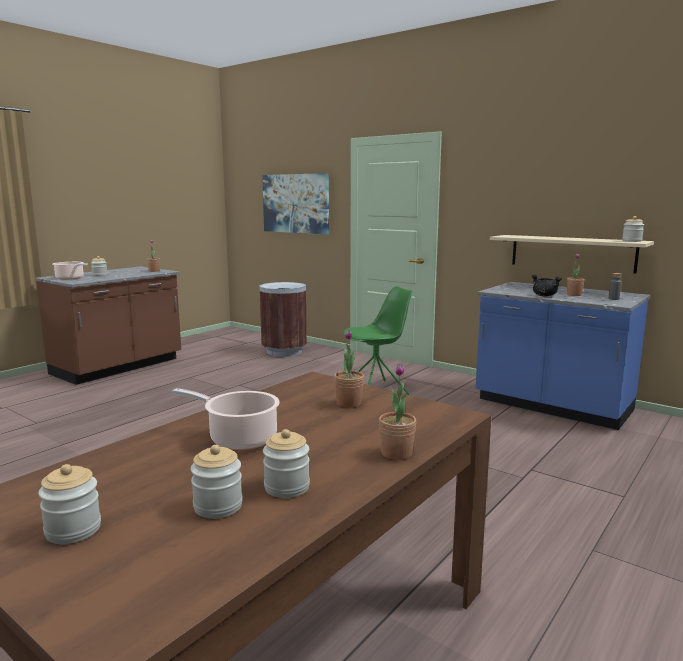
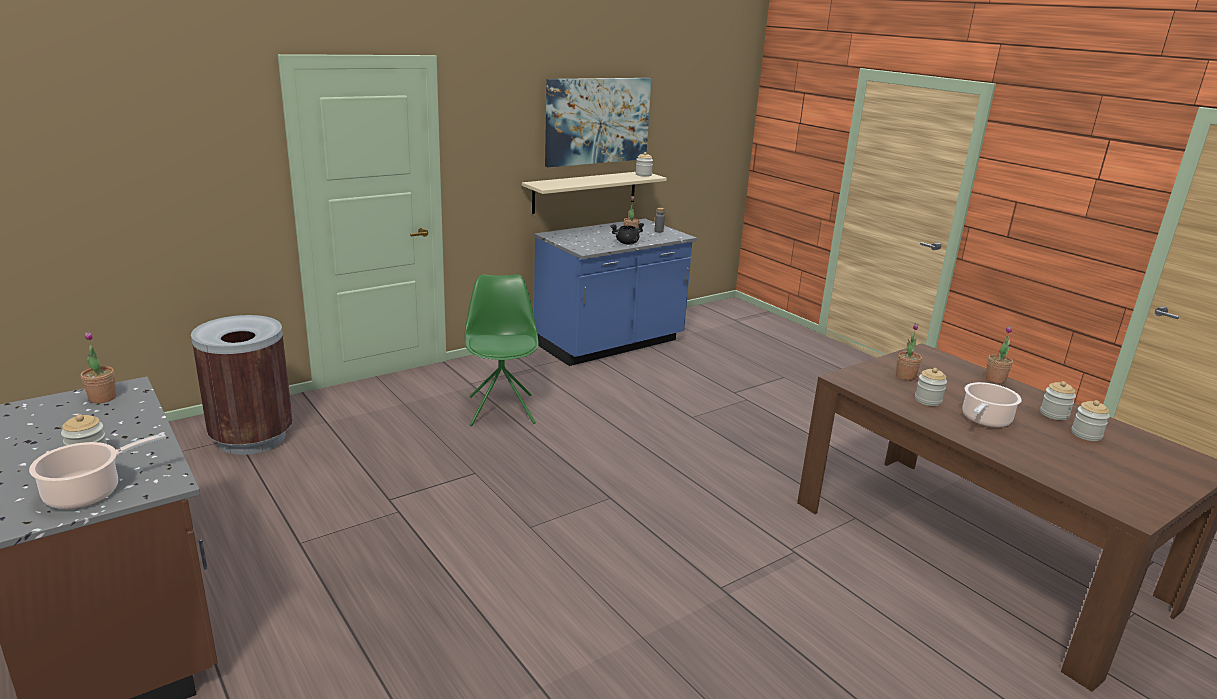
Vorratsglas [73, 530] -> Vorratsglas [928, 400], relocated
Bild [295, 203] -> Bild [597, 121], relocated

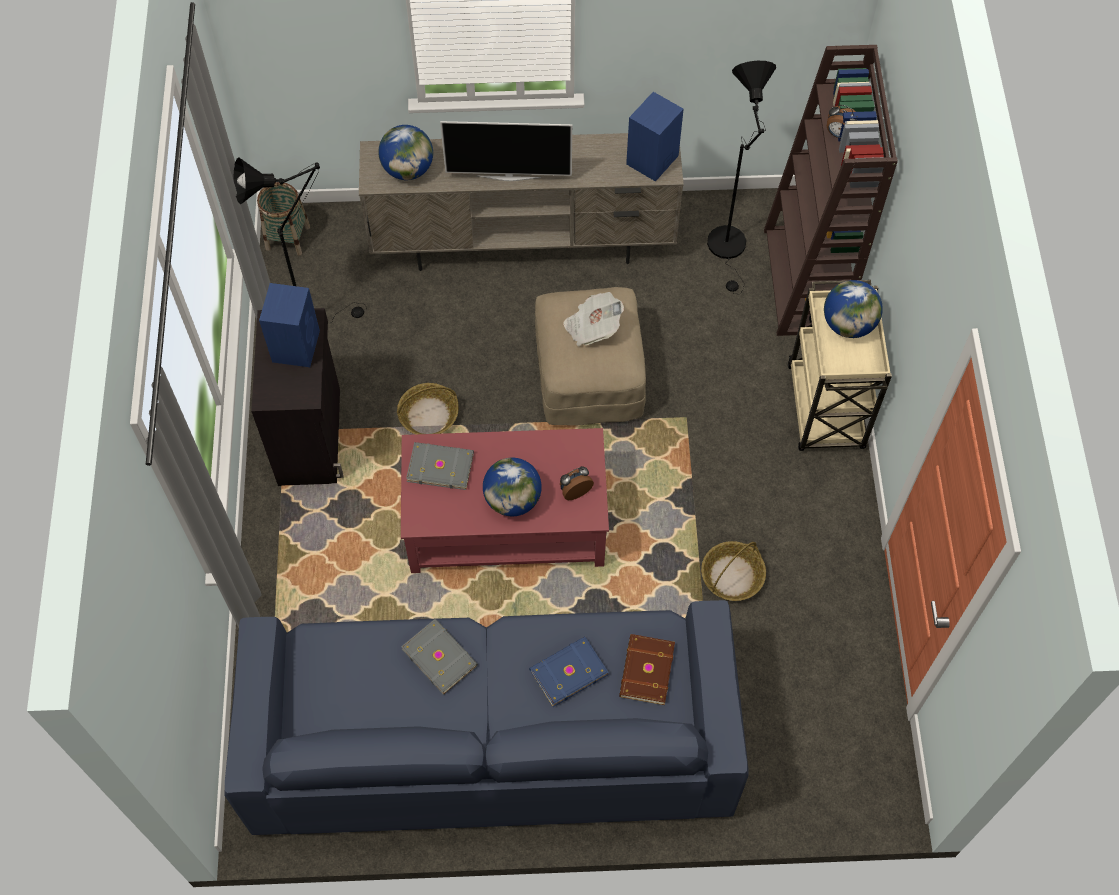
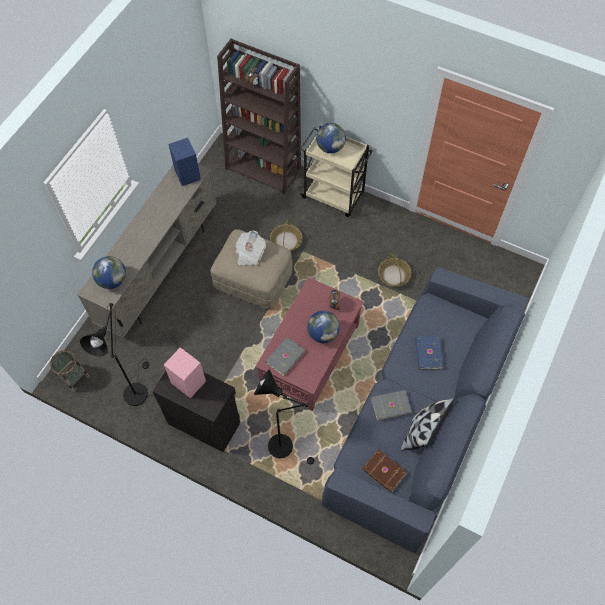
Lautsprecher [blau] [296, 345] -> Lautsprecher [rosa] [187, 381]
Korb [429, 415] -> Korb [286, 241], relocated
Fernseher [509, 176] -> none
Buch [braun] [645, 671] -> Buch [braun] [383, 472], relocated
Stehlampe [schwarz] [729, 249] -> Stehlampe [schwarz] [285, 447], relocated
none -> Kissen [422, 432]

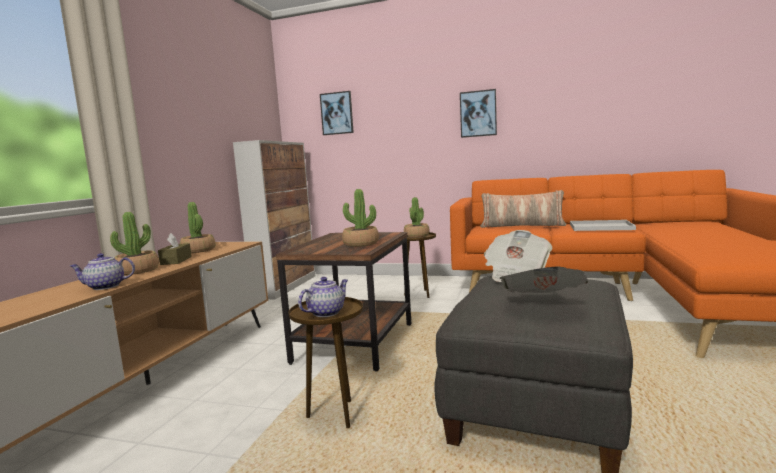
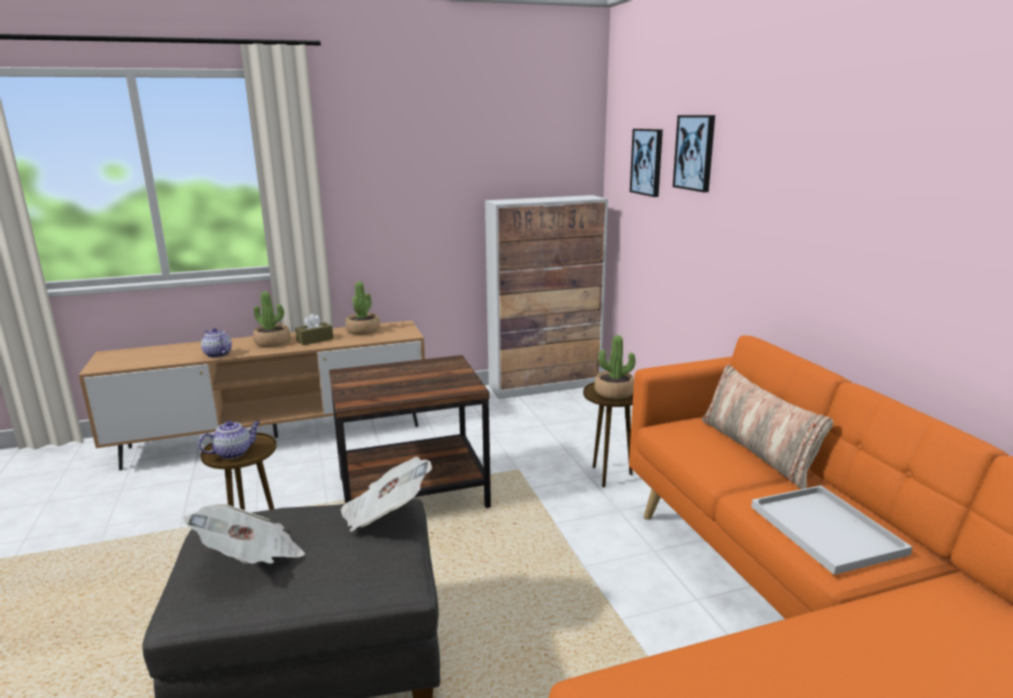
Teekanne [326, 312] -> Teekanne [234, 453], 45 degrees counterclockwise
Topfpflanze [361, 244] -> none
Bild [478, 113] -> Bild [695, 152], relocated

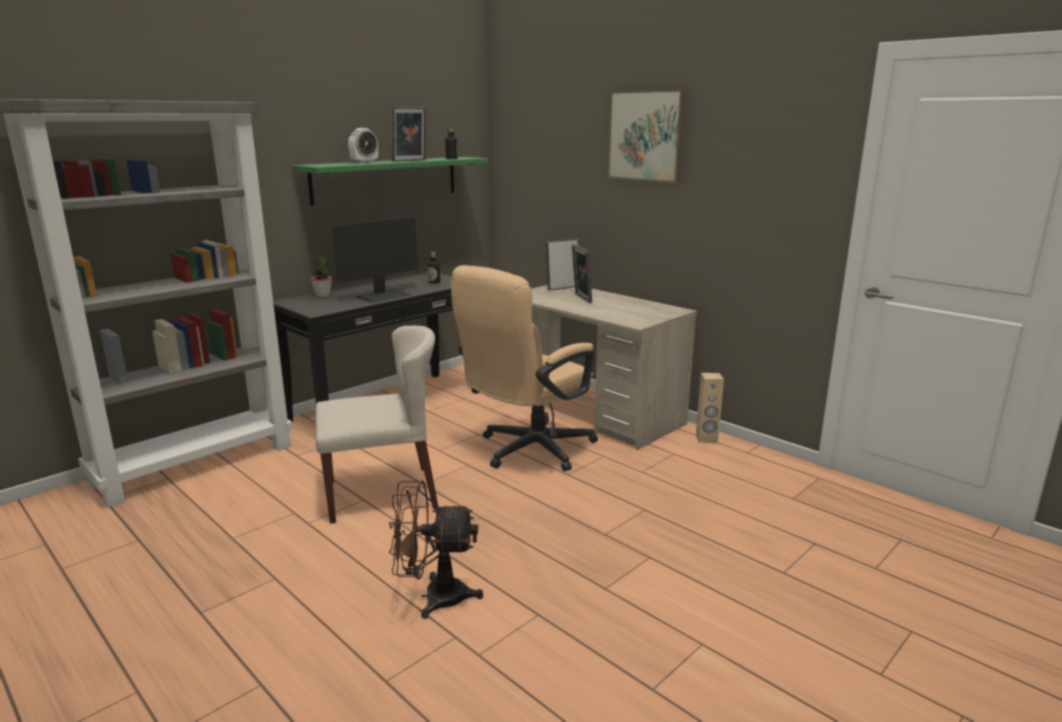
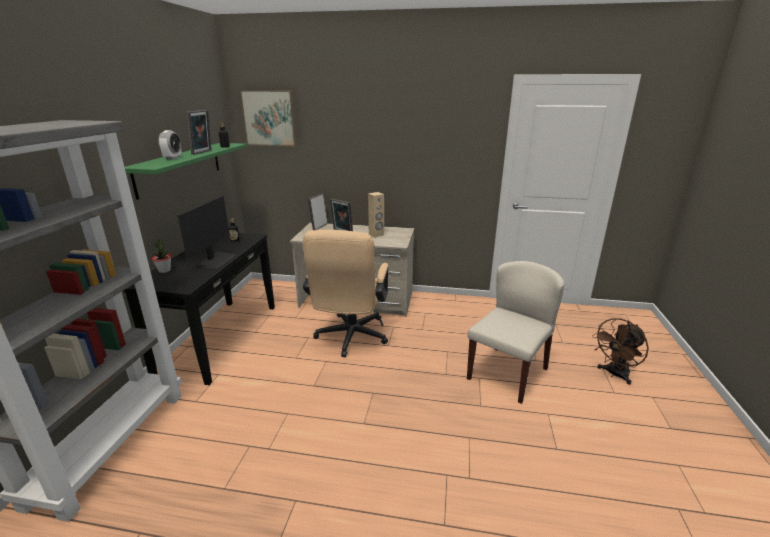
Stuhl [beige] [382, 493] -> Stuhl [beige] [507, 373], relocated
Ventilator [braun] [433, 597] -> Ventilator [braun] [614, 374], relocated
Bild [646, 136] -> Bild [269, 118], relocated
Lautsprecher [beige] [706, 439] -> Lautsprecher [beige] [376, 235], relocated

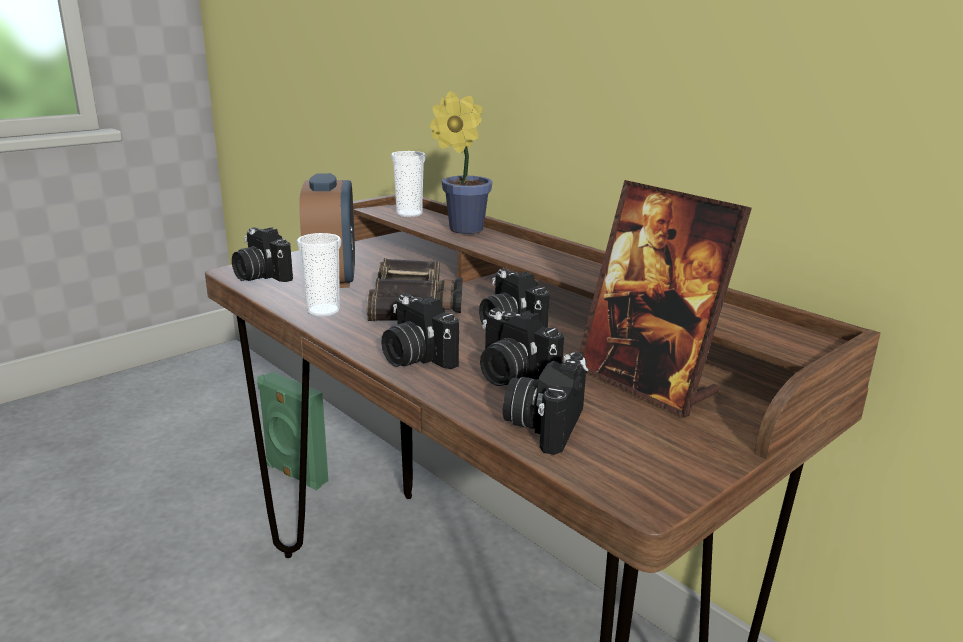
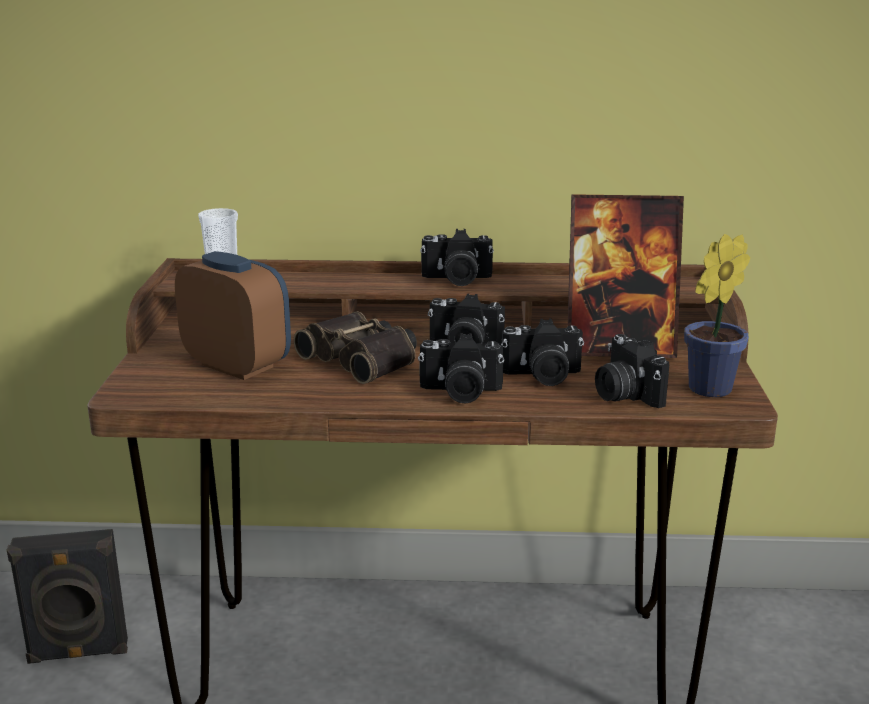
Kamera [260, 275] -> Kamera [456, 280], relocated
Lautsprecher [grün] [295, 474] -> Lautsprecher [schwarz] [78, 653]
Tasse [323, 311] -> none
Topfpflanze [461, 229] -> Topfpflanze [705, 390], relocated

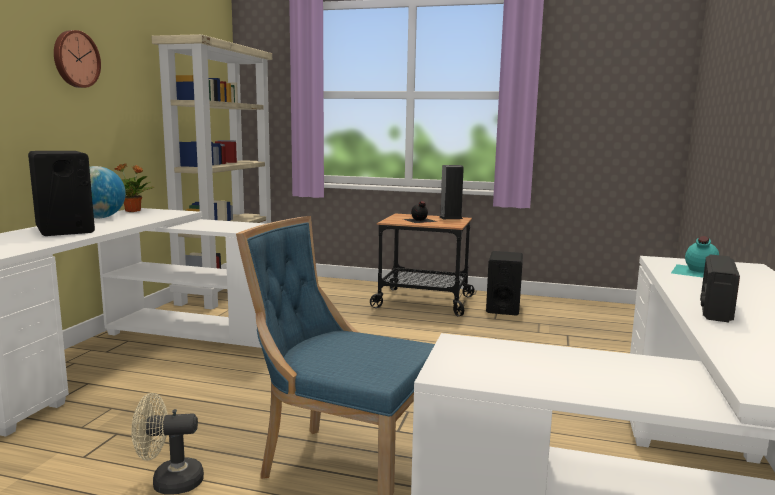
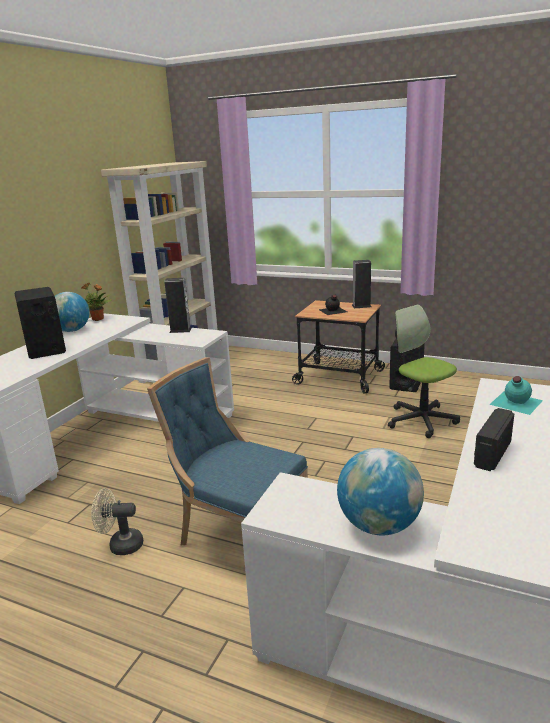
Wanduhr [75, 59] -> none
none -> Lautsprecher [180, 330]
none -> Globus [379, 525]
none -> Bürostuhl [421, 420]

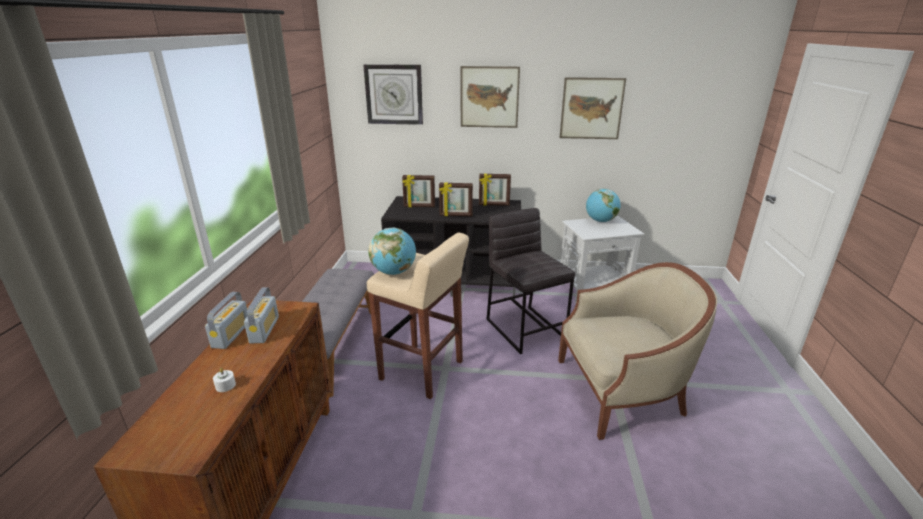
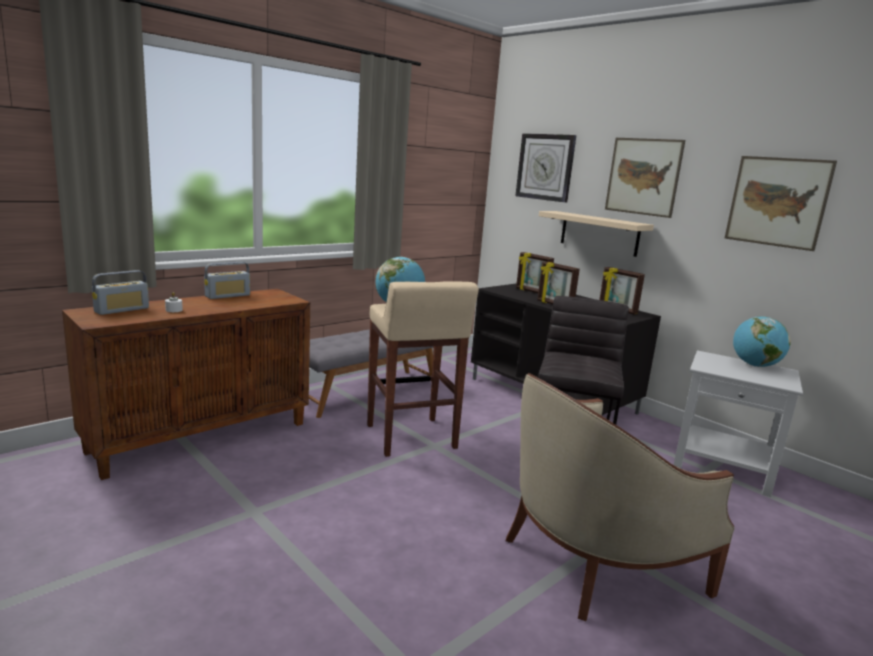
Radio [264, 330] -> Radio [122, 310], relocated
Sessel [beige] [621, 392] -> Sessel [beige] [595, 559], 120 degrees clockwise
none -> Wandregal [beige] [599, 233]

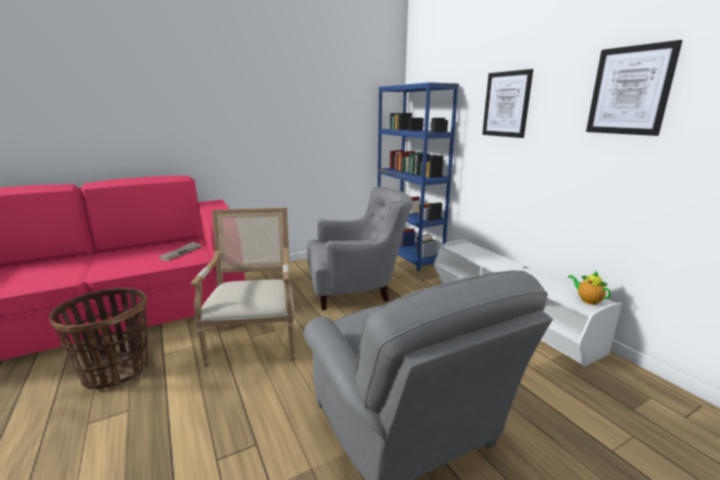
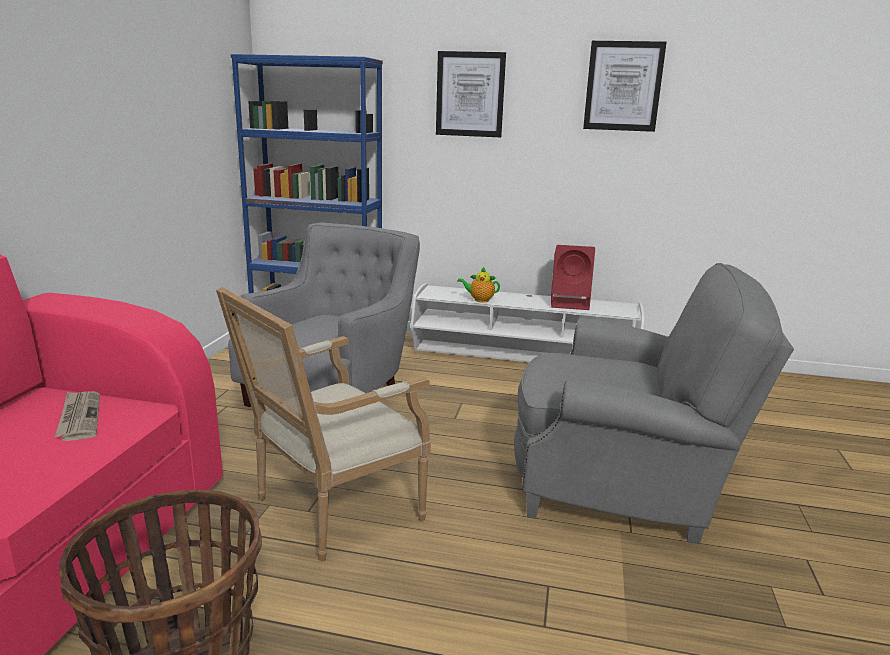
Sessel [256, 341] -> Sessel [330, 510], 75 degrees counterclockwise
Teekanne [587, 300] -> Teekanne [479, 300], relocated
none -> Lautsprecher [rot] [570, 303]

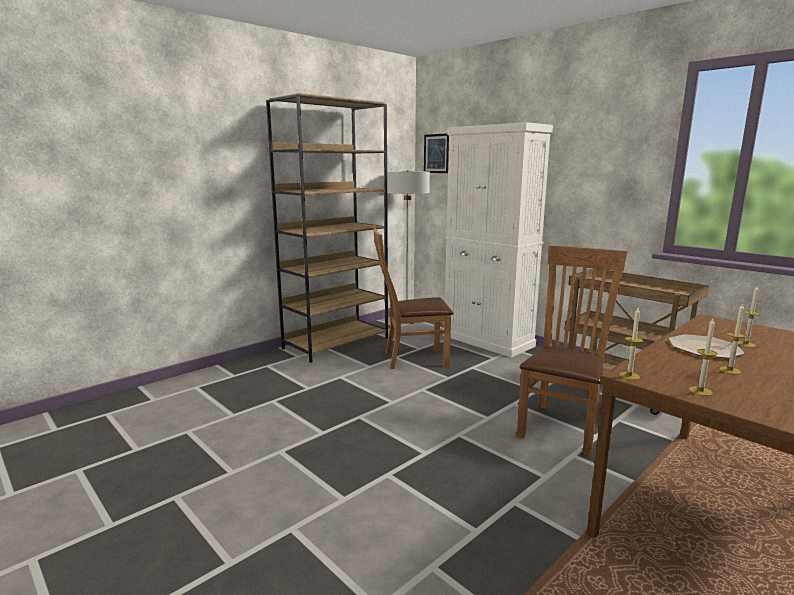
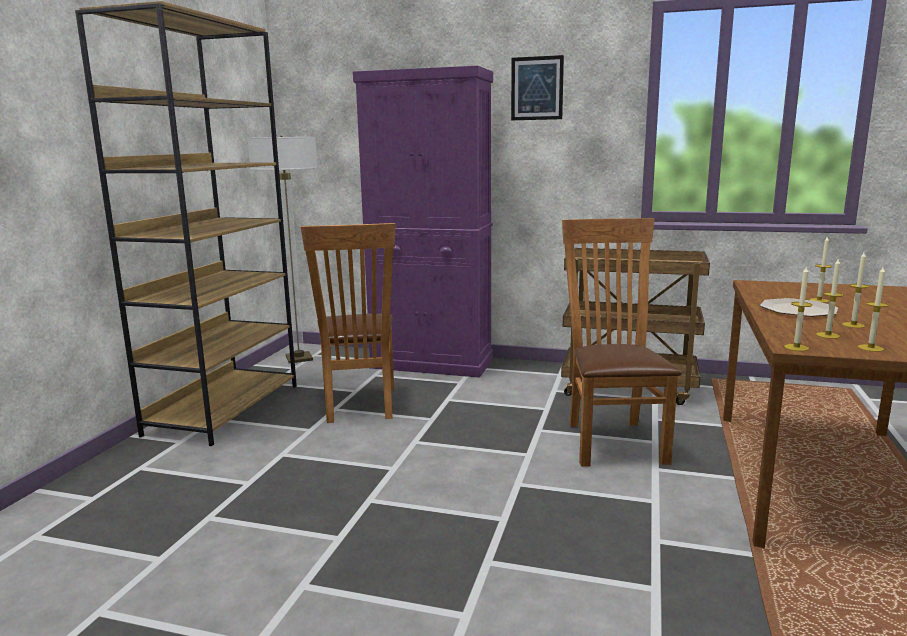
Stuhl [braun] [411, 359] -> Stuhl [braun] [359, 406], 60 degrees counterclockwise
Bild [436, 153] -> Bild [537, 88], relocated
Schrank [weiß] [488, 341] -> Schrank [lila] [432, 363]
none -> Kerze [827, 335]

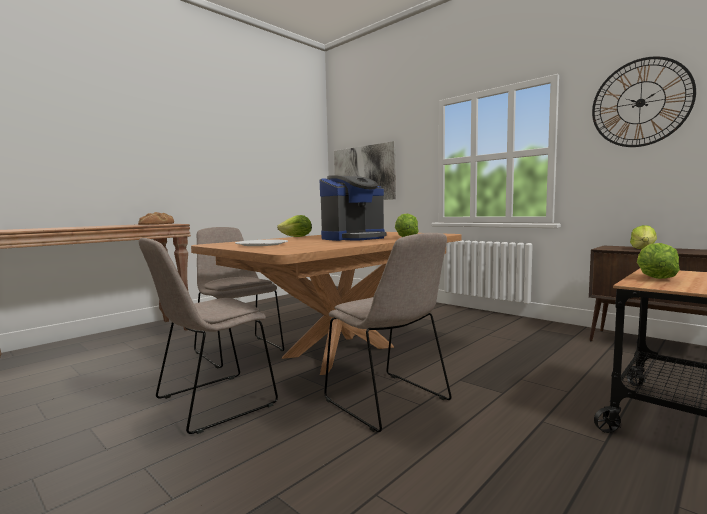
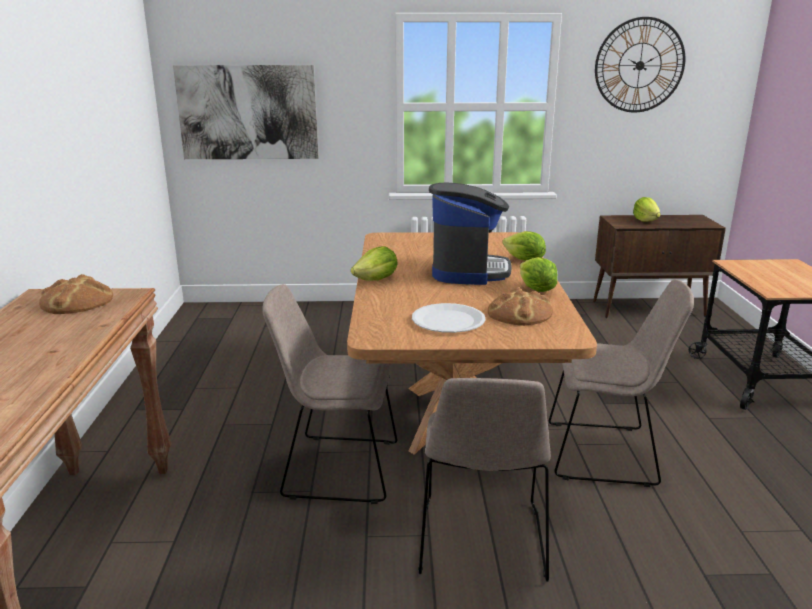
Salatkopf [655, 278] -> Salatkopf [536, 290], relocated
none -> Brot [519, 313]

